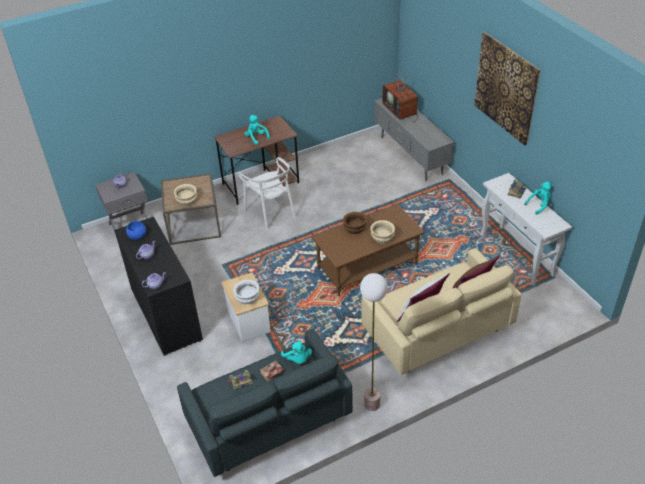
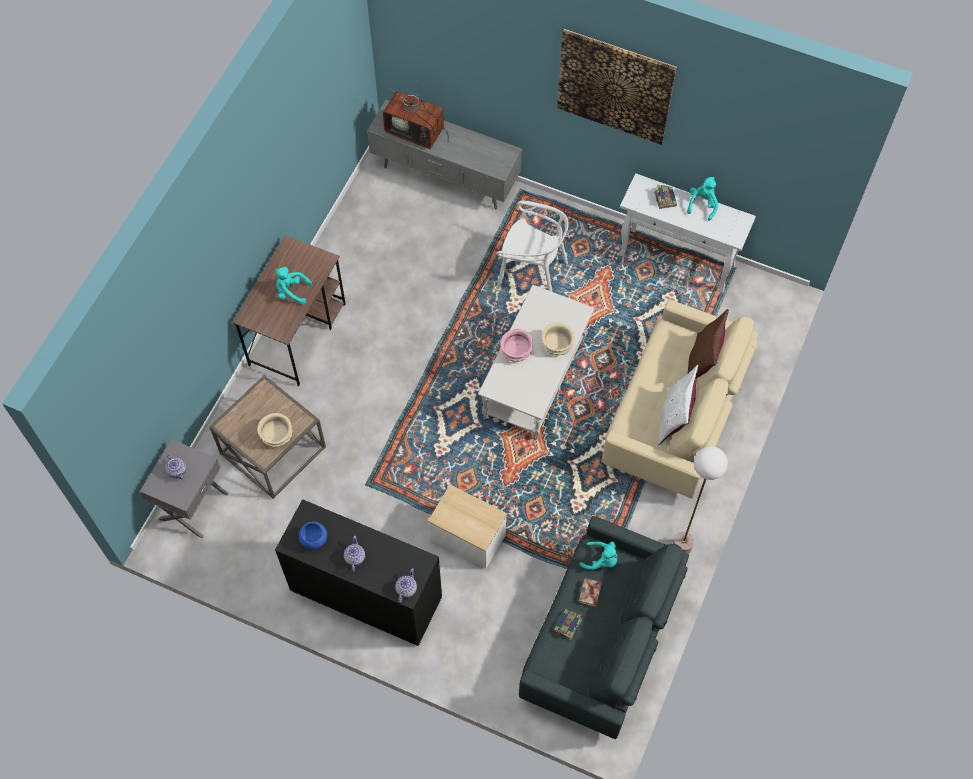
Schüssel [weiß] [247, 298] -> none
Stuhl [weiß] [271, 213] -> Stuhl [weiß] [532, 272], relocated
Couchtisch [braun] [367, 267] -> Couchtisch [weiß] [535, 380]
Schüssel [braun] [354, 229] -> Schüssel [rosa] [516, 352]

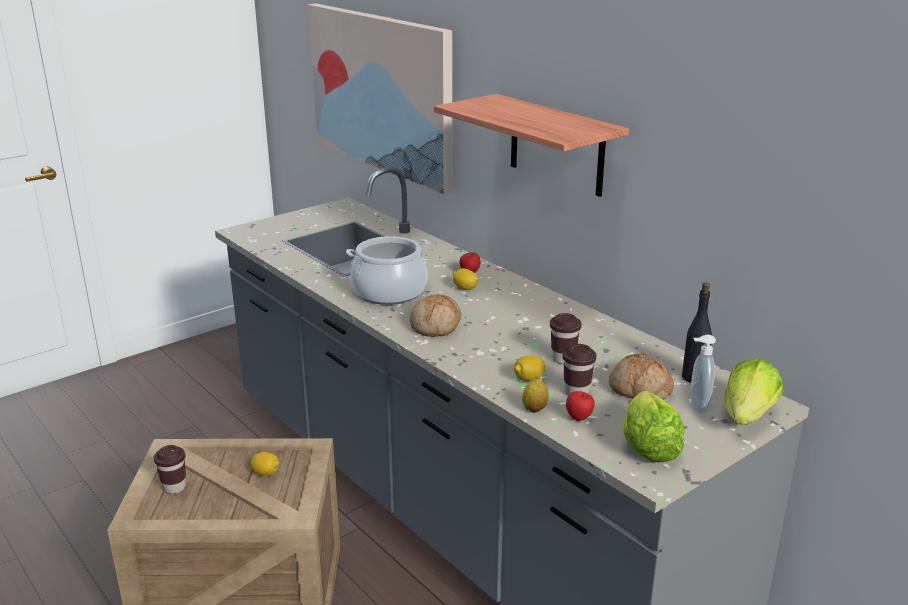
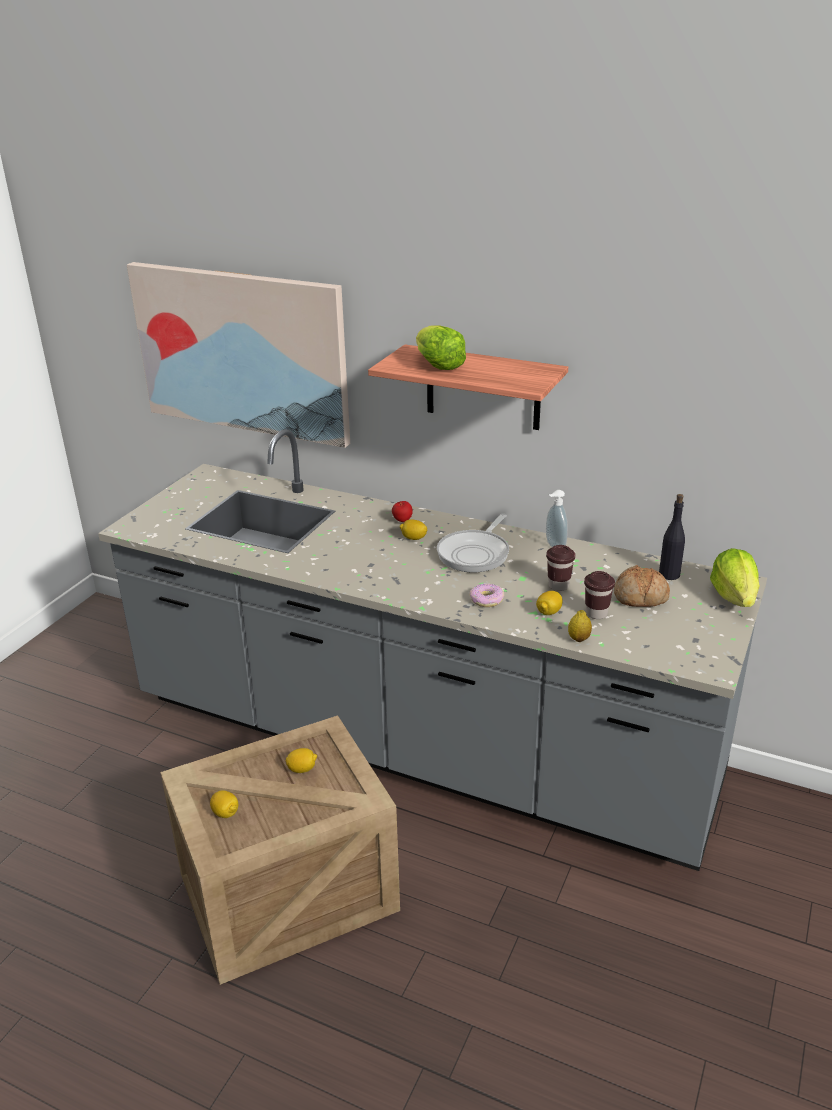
Tasse [braun] [174, 487] -> Zitrone [225, 813]
Kochtopf [389, 292] -> none
Brot [436, 326] -> none
Apfel [579, 418] -> none
Salatkopf [648, 445] -> Salatkopf [437, 365], relocated
Seifenspender [696, 406] -> Seifenspender [554, 546], relocated
none -> Pfanne [475, 553]
none -> Donut [487, 600]

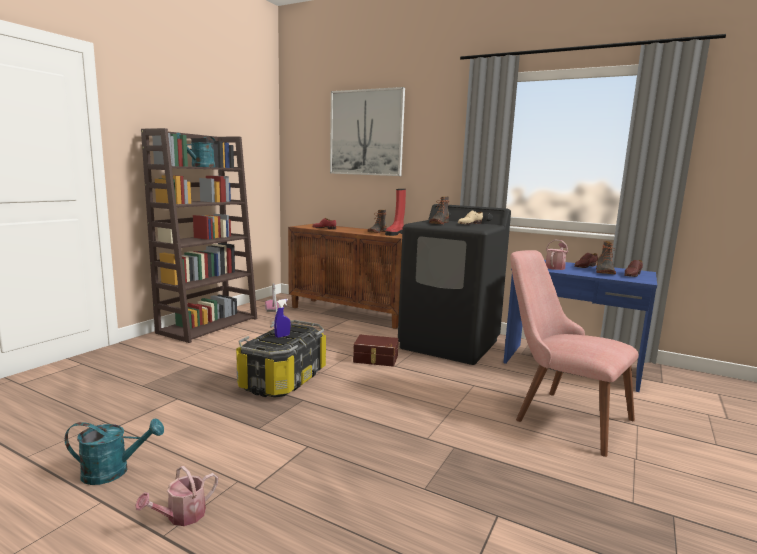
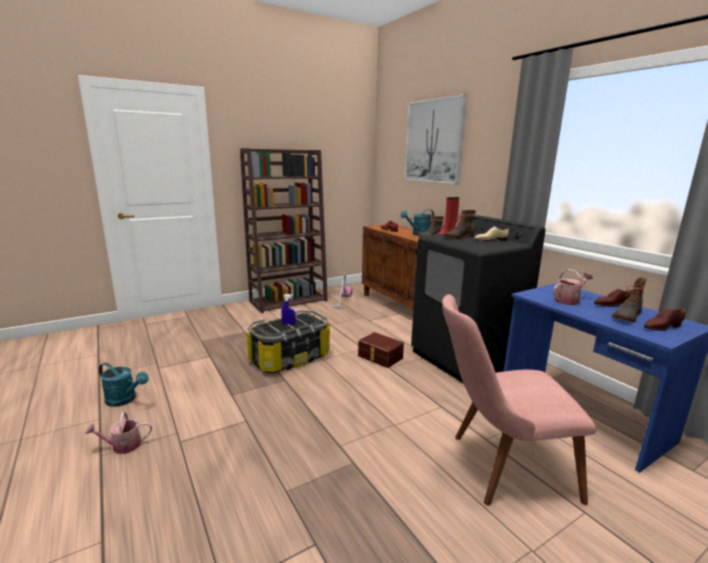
Gießkanne [türkis] [199, 166] -> Gießkanne [türkis] [418, 234], relocated
Stuhl [rosa] [559, 415] -> Stuhl [rosa] [497, 466], 75 degrees counterclockwise

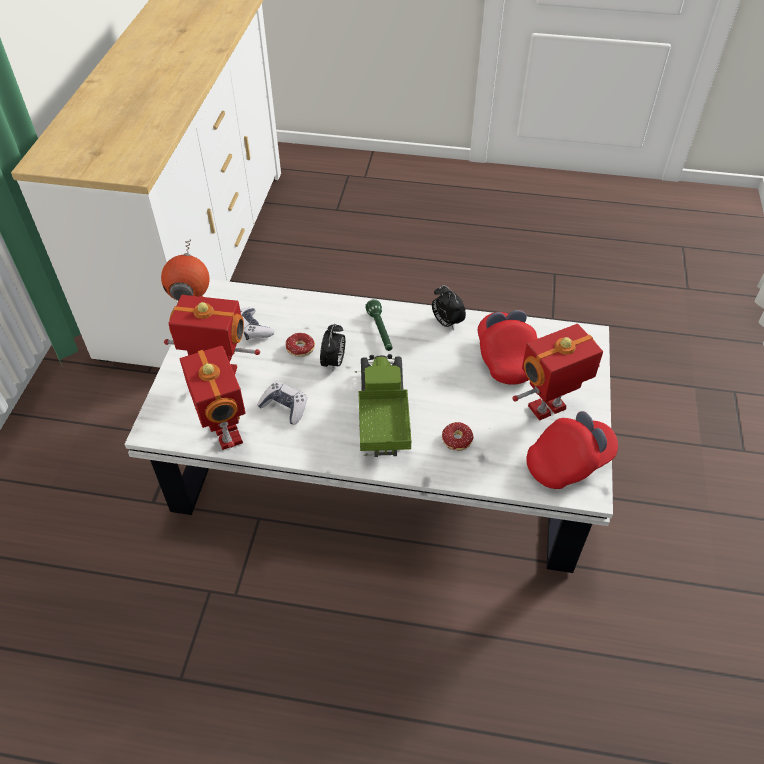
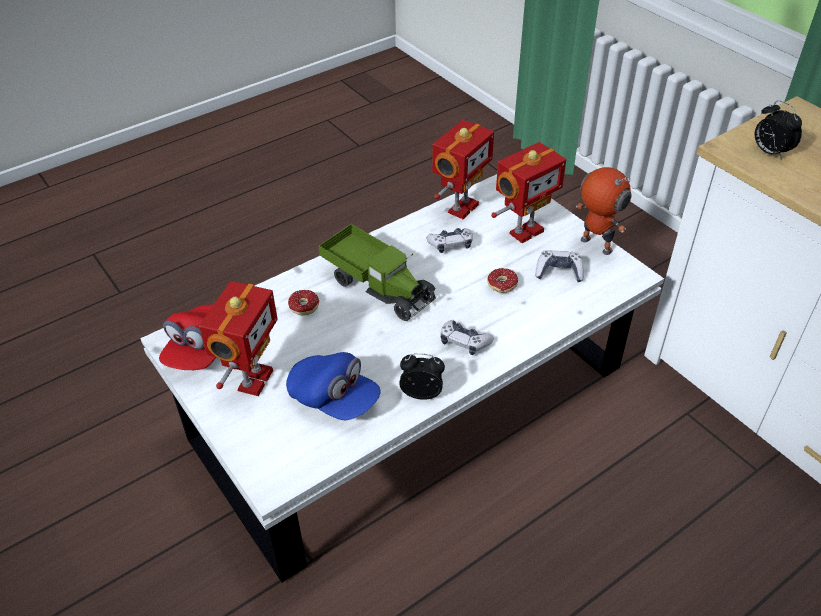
Spielzeugroboter [225, 435] -> Spielzeugroboter [461, 208], 75 degrees counterclockwise
Wecker [334, 362] -> Wecker [769, 152], relocated
Taschenlampe [grün] [380, 332] -> Gamepad [464, 342]
Kappe [rot] [505, 357] -> Kappe [blau] [334, 399]

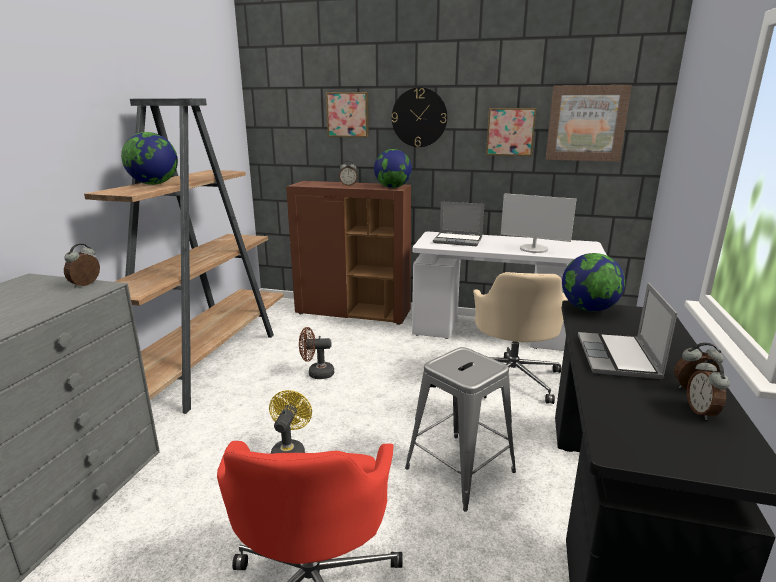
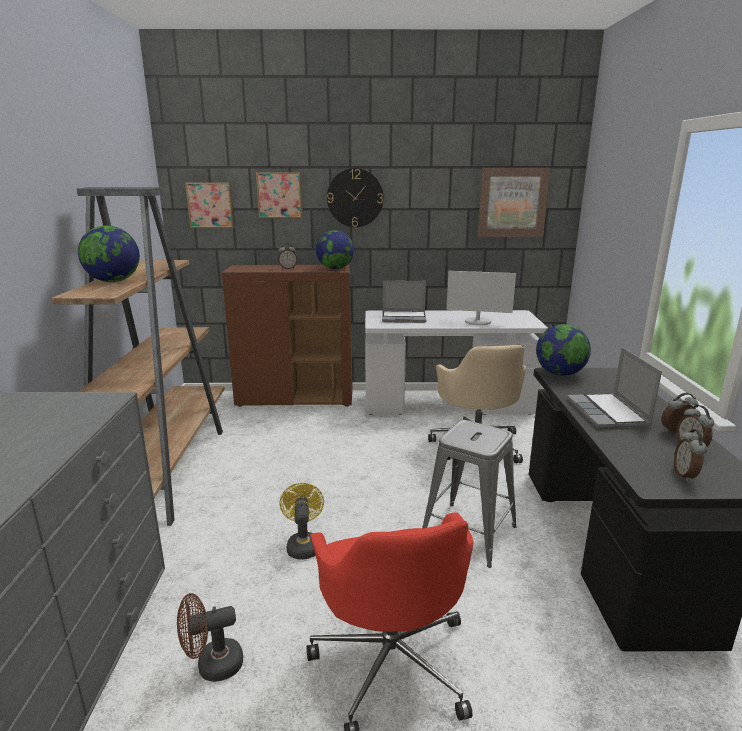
Wecker [86, 285] -> Wecker [685, 475], relocated
Ventilator [braun] [316, 373] -> Ventilator [braun] [212, 666], relocated
Bild [510, 132] -> Bild [211, 205], relocated

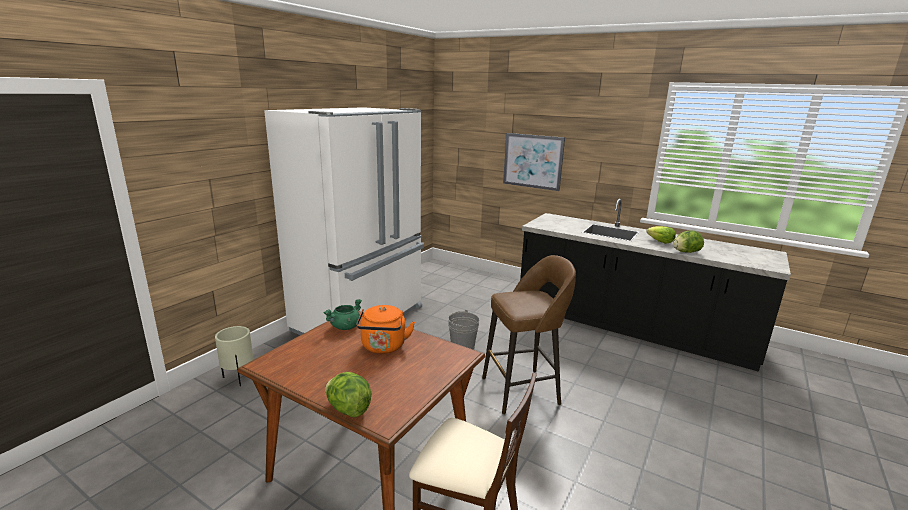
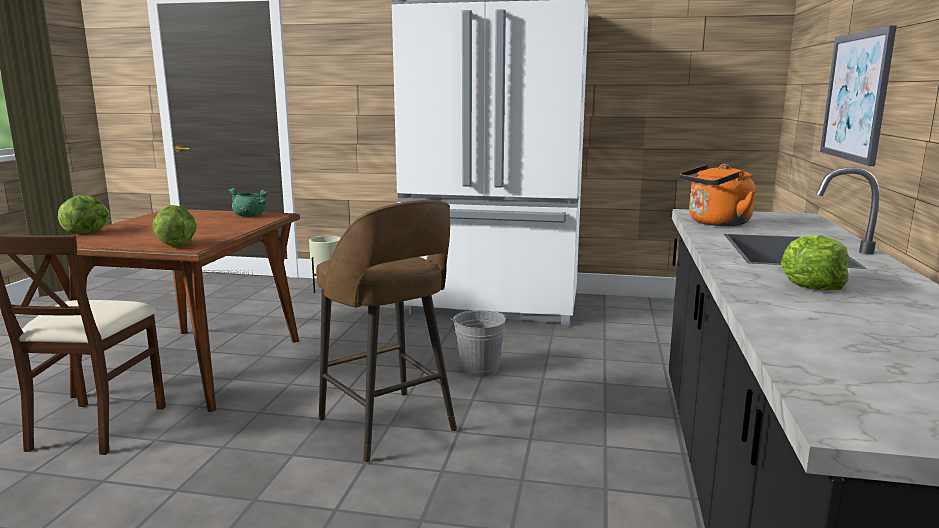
Wasserkessel [orange] [383, 347] -> Wasserkessel [orange] [716, 223], relocated
Salatkopf [685, 252] -> Salatkopf [176, 245], relocated

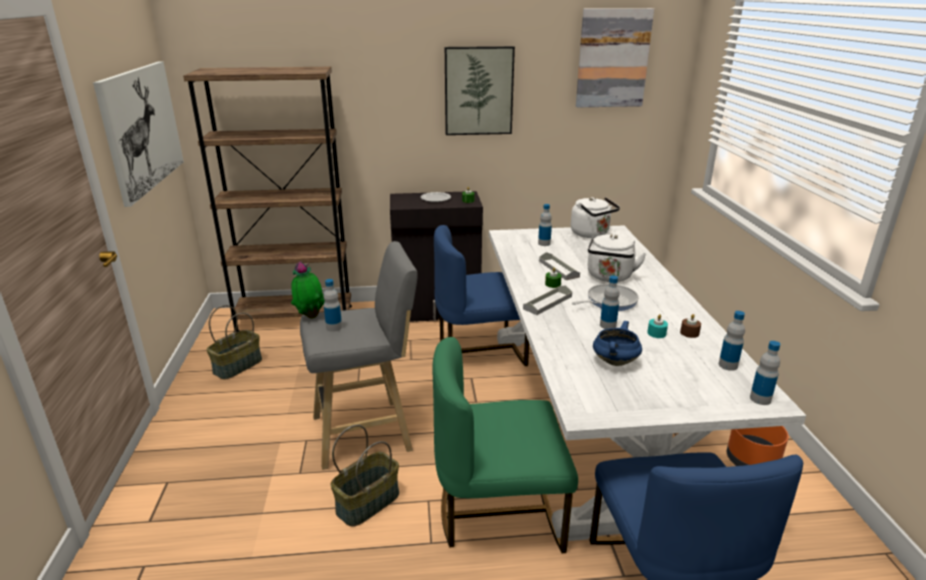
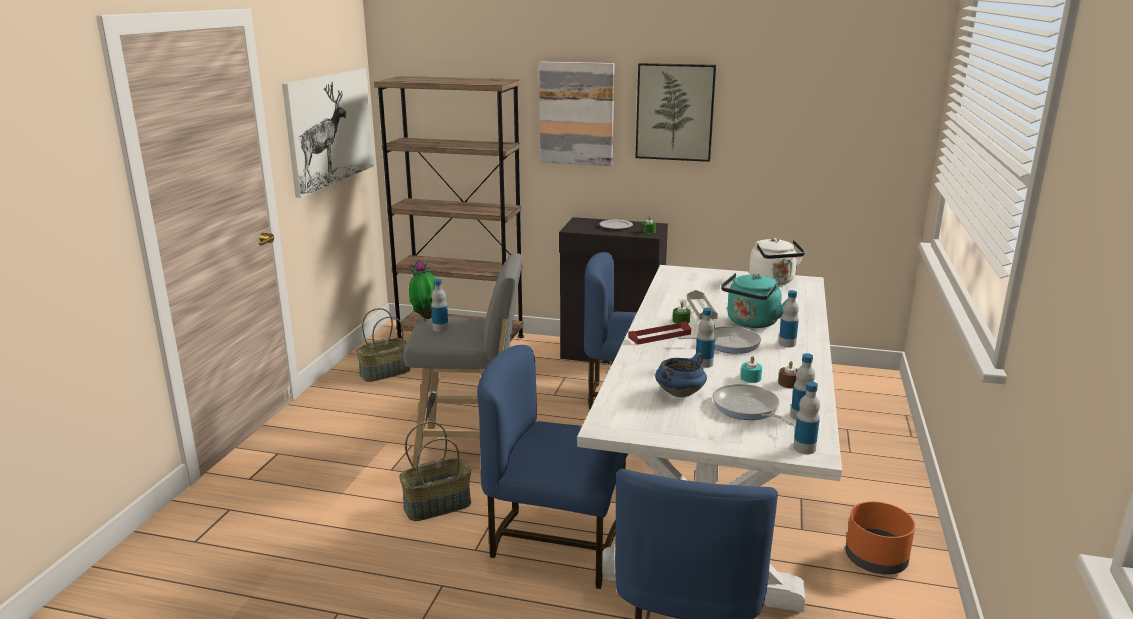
Stuhl [grün] [499, 512] -> Stuhl [blau] [556, 541]
Tablett [grau] [547, 302] -> Tablett [rot] [659, 336]
Flasche [544, 243] -> Flasche [787, 344], relocated
Bild [612, 58] -> Bild [577, 113], relocated
Wasserkessel [weiß] [609, 277] -> Wasserkessel [türkis] [751, 323]
none -> Pfanne [747, 408]

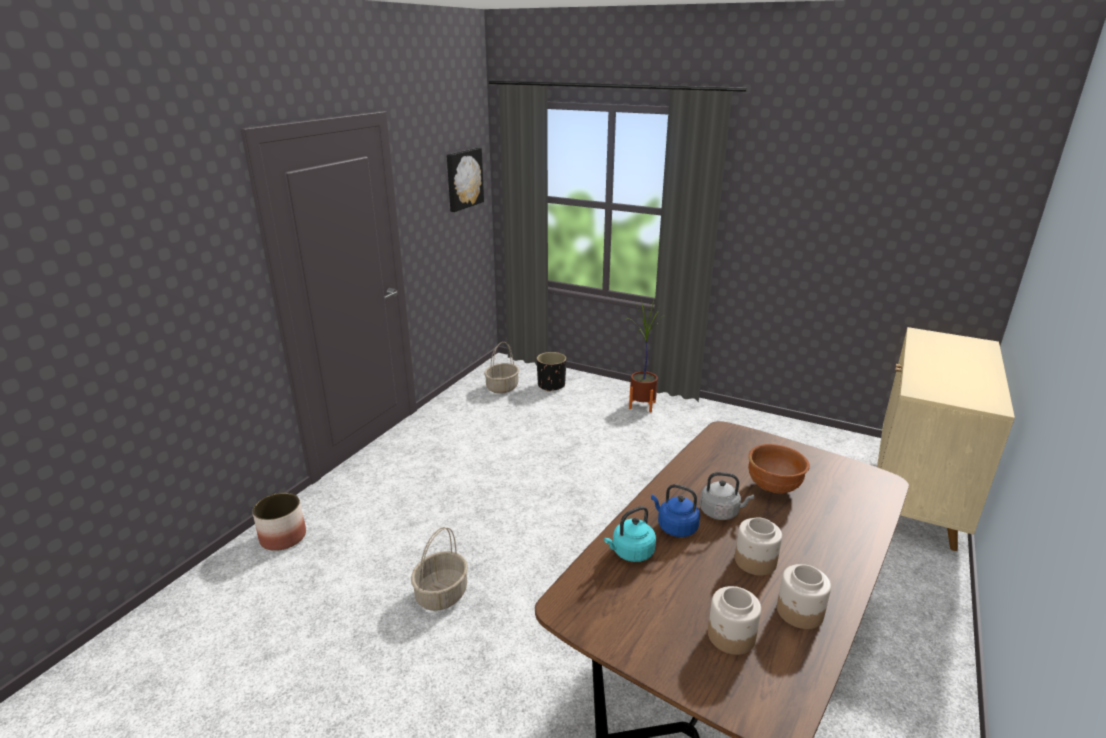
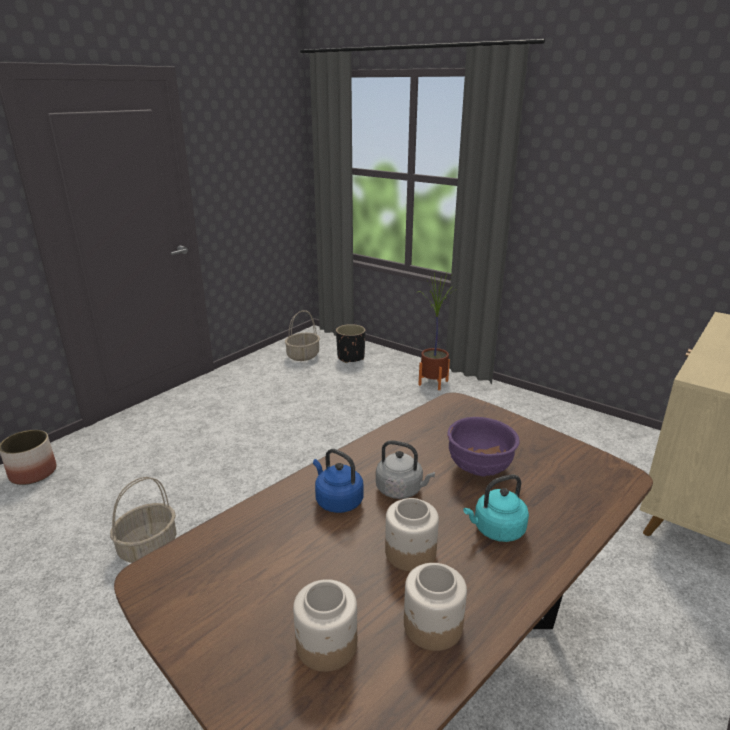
Bild [463, 179] -> none
Wasserkessel [türkis] [631, 553] -> Wasserkessel [türkis] [496, 530], relocated
Schüssel [braun] [774, 488] -> Schüssel [lila] [480, 469]

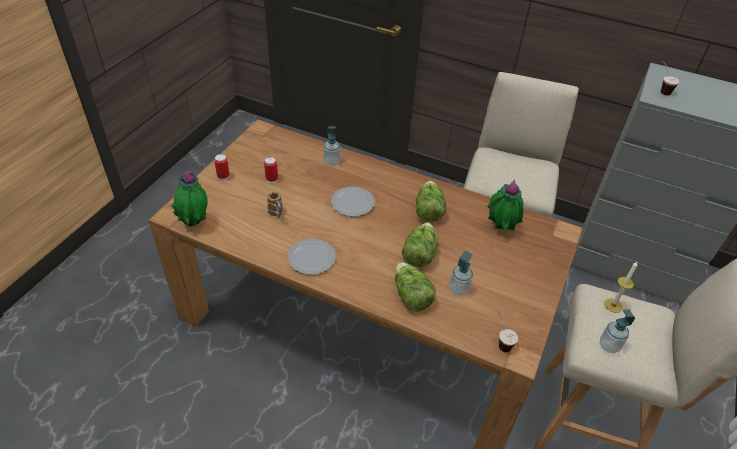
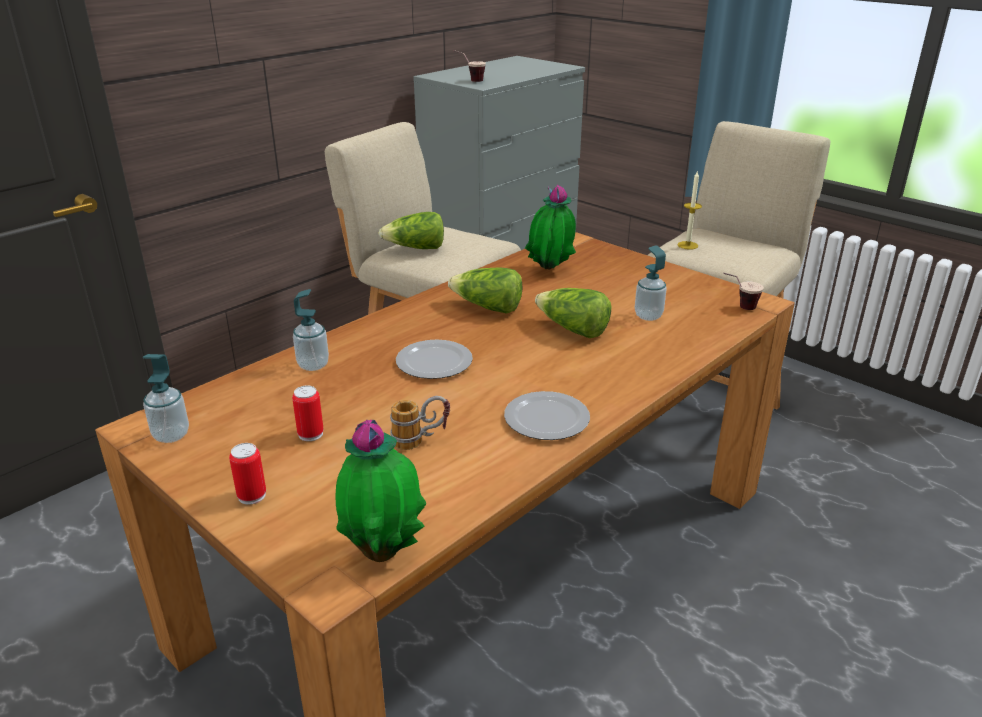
Salatkopf [411, 295] -> Salatkopf [416, 248], relocated
Seifenspender [609, 346] -> Seifenspender [171, 435], relocated

